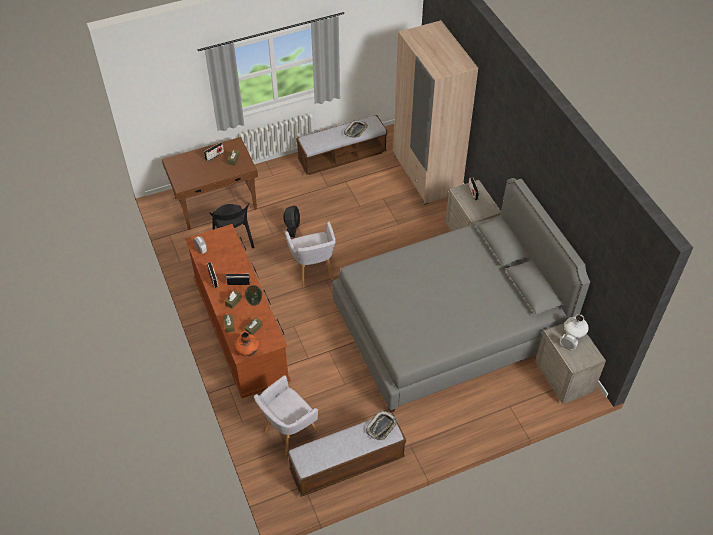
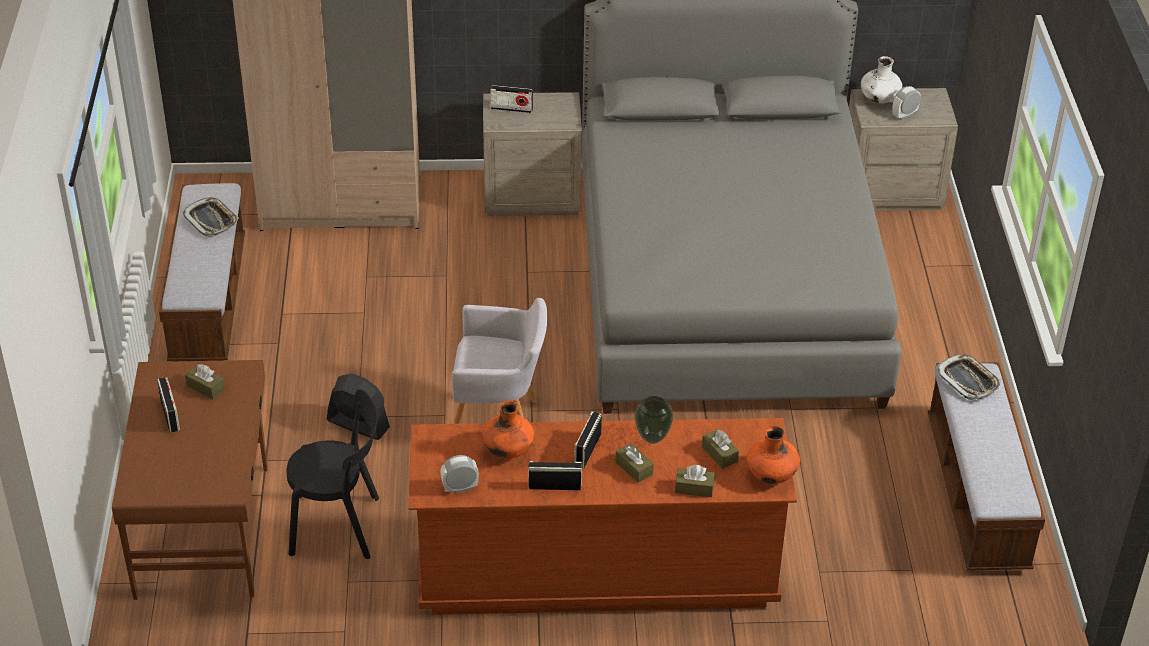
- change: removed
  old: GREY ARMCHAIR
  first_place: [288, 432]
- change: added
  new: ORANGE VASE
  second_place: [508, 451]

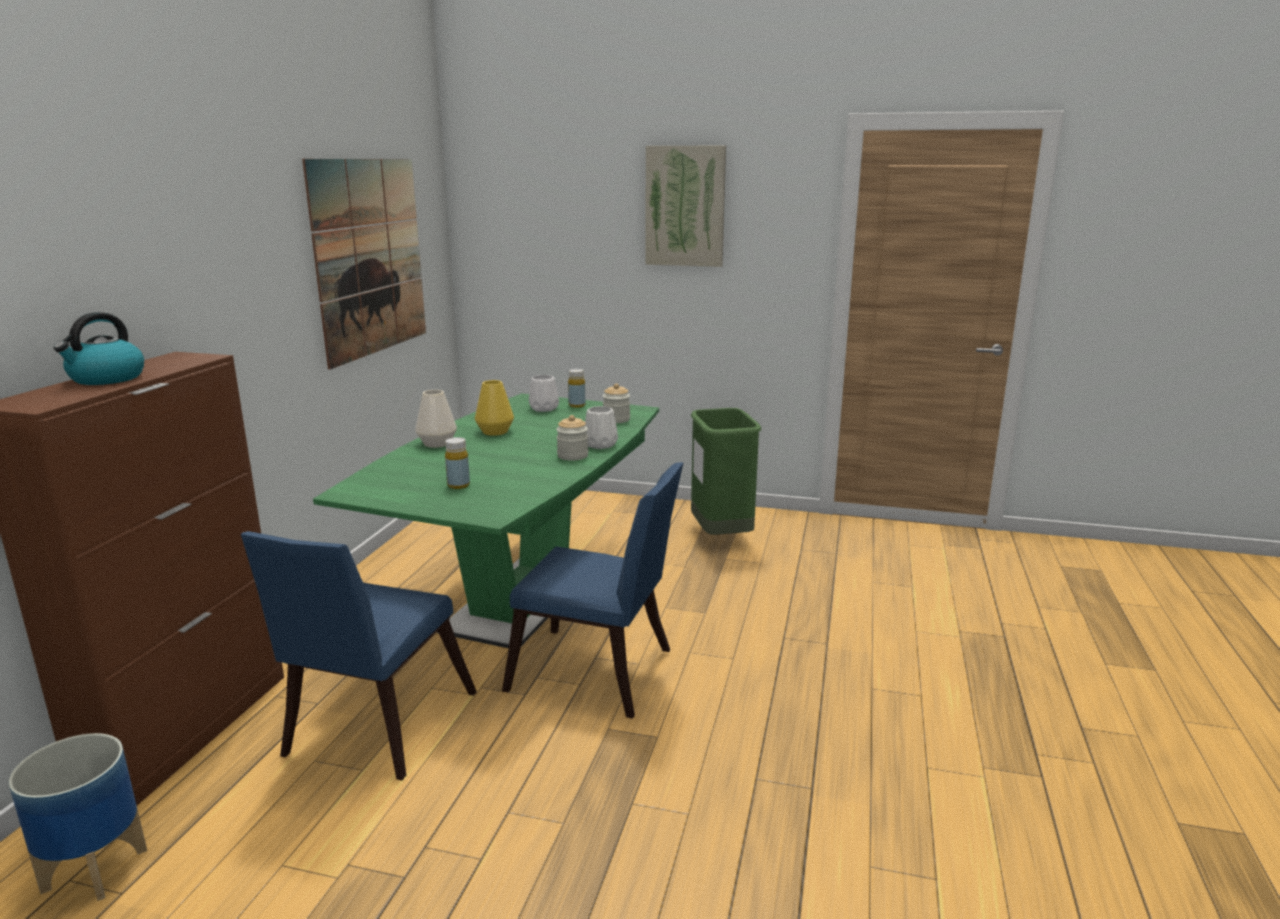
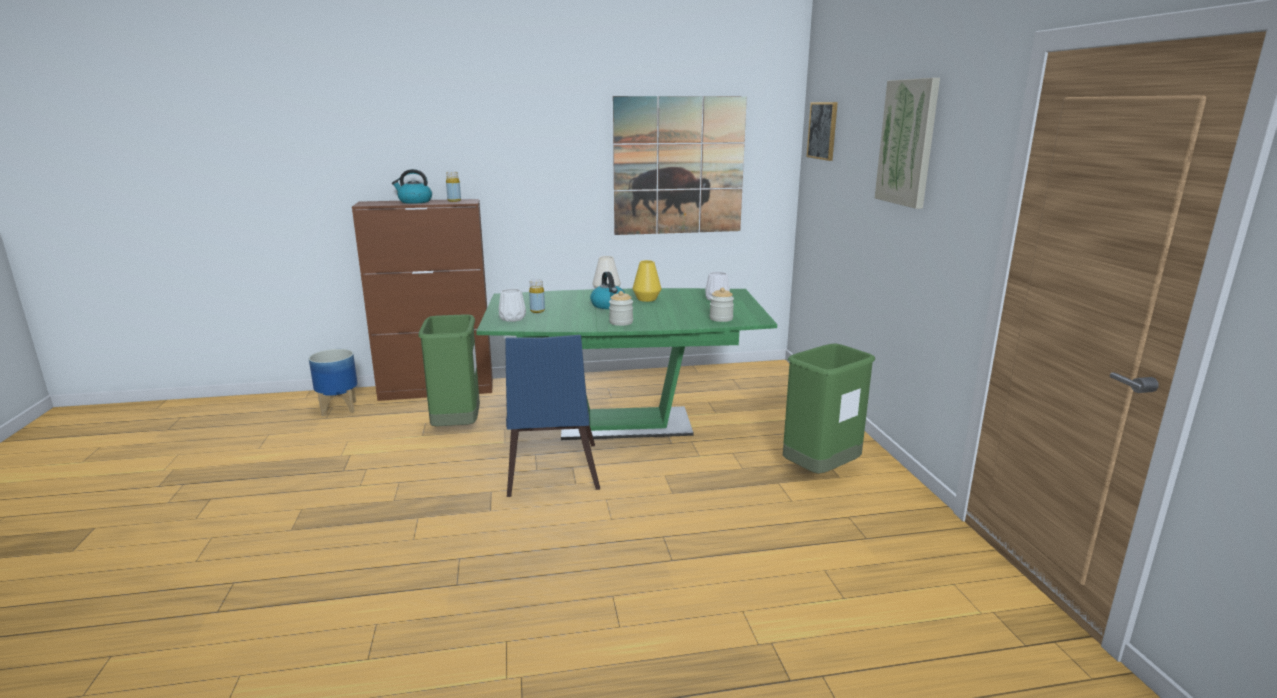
- change: moved
  old: YELLOW BOTTLE
  first_place: [577, 405]
  second_place: [454, 201]
- change: moved
  old: WHITE VASE
  first_place: [600, 445]
  second_place: [511, 318]
- change: replaced
  old: BLUE CHAIR
  new: GREEN TRASH CAN
  first_place: [373, 730]
  second_place: [456, 427]
- change: added
  new: PICTURE
  second_place: [823, 130]
- change: added
  new: KETTLE
  second_place: [608, 305]

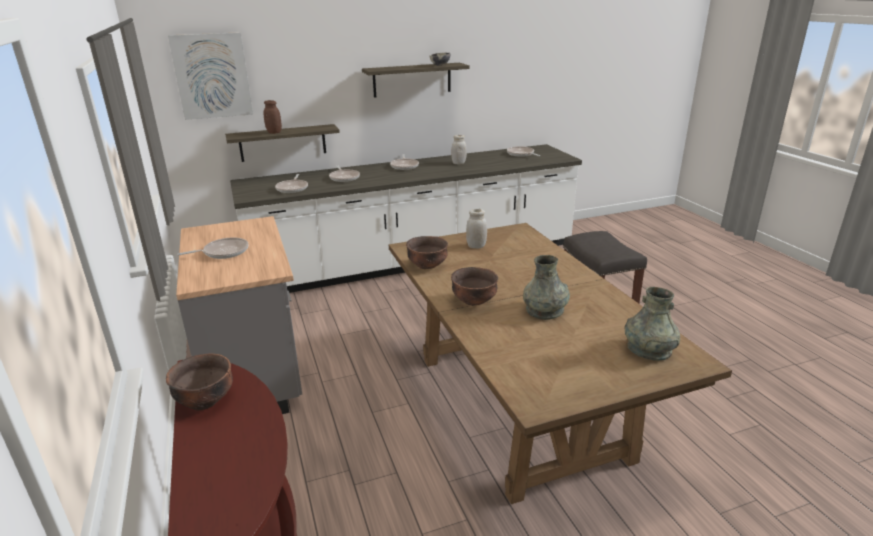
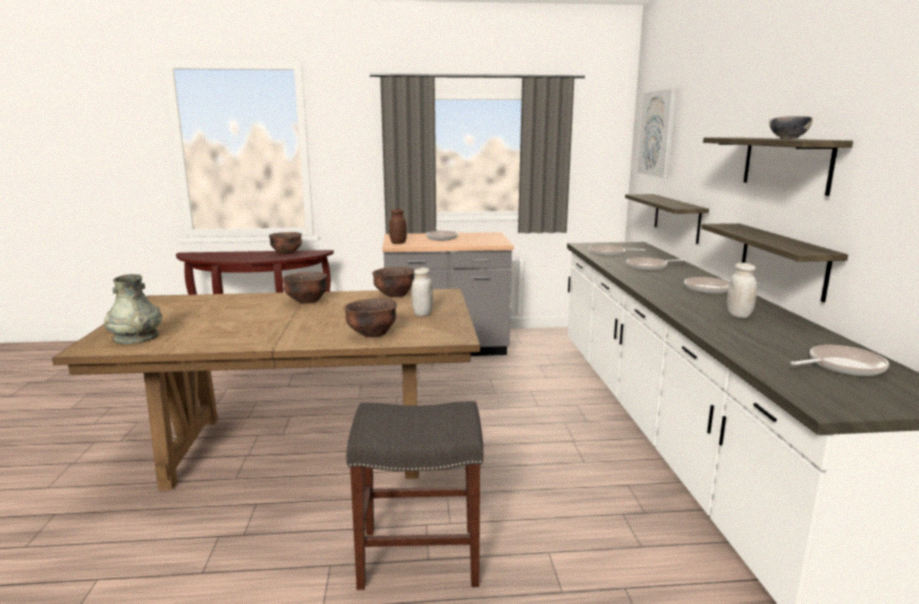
- change: moved
  old: BROWN JAR
  first_place: [274, 132]
  second_place: [398, 243]
- change: removed
  old: GREY VASE
  first_place: [544, 310]
- change: added
  new: SHELF
  second_place: [782, 260]
- change: added
  new: BROWN BOWL
  second_place: [372, 334]

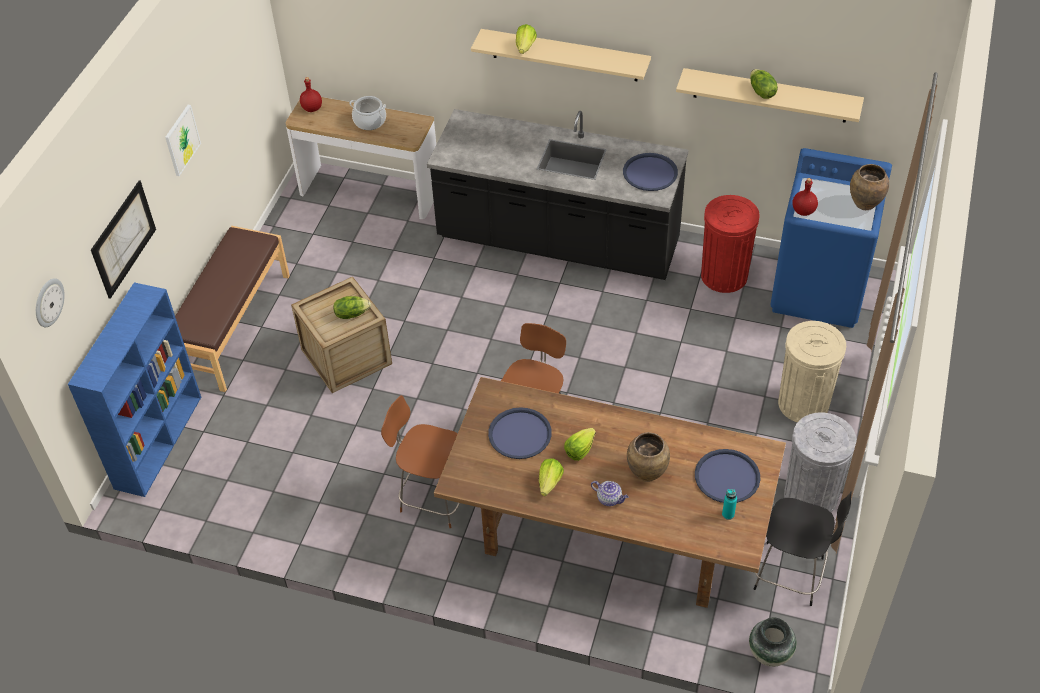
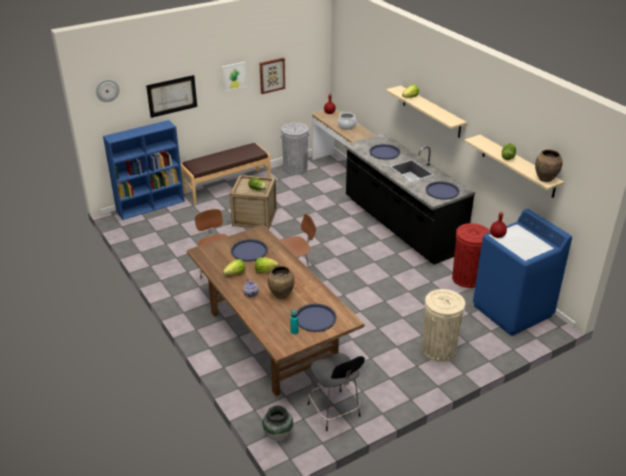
- change: moved
  old: BROWN VASE
  first_place: [864, 204]
  second_place: [545, 179]
- change: moved
  old: GREY TRASH CAN
  first_place: [810, 496]
  second_place: [295, 168]
- change: added
  new: PICTURE
  second_place: [272, 75]
- change: added
  new: BLUE TRAY
  second_place: [384, 152]

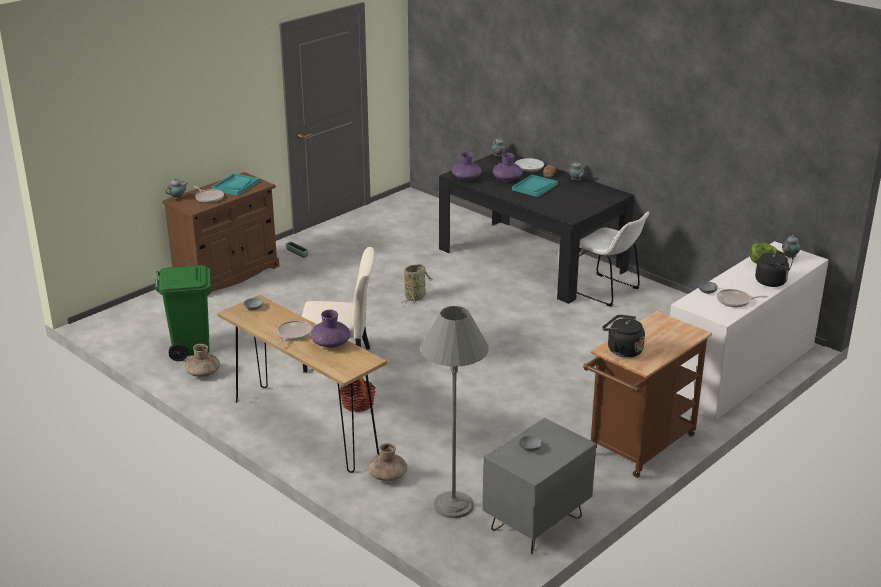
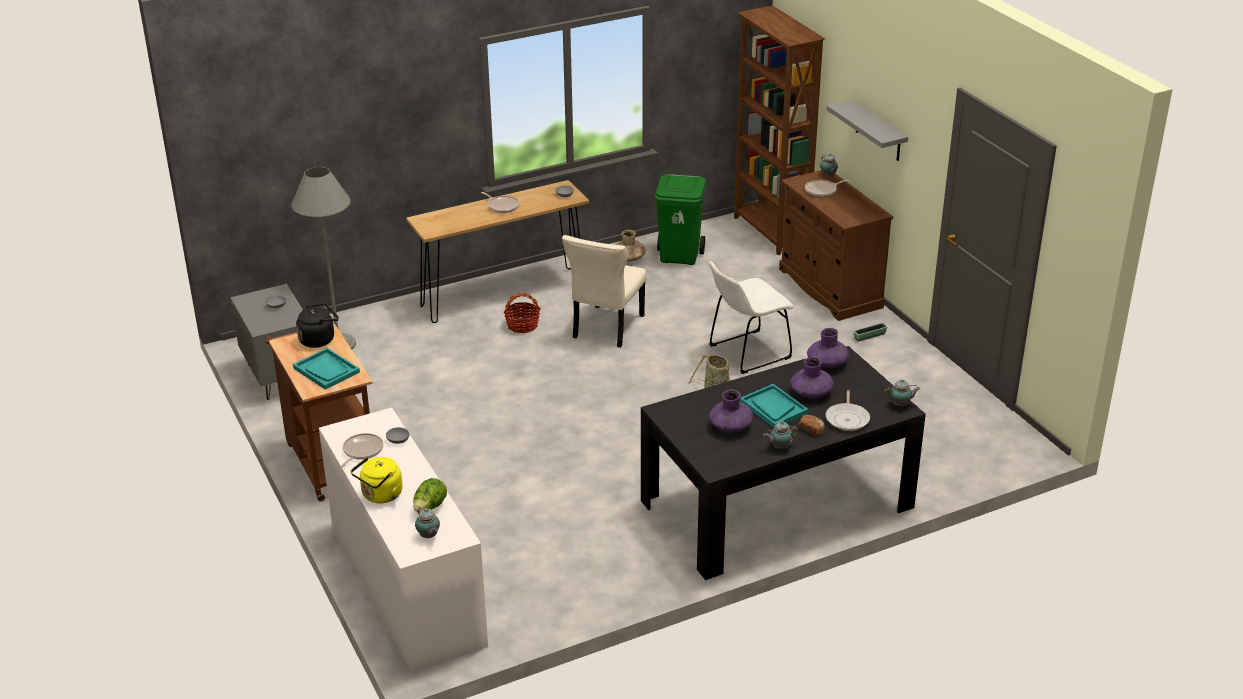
- change: moved
  old: TURQUOISE TRAY
  first_place: [235, 186]
  second_place: [326, 370]
- change: moved
  old: WHITE CHAIR
  first_place: [607, 291]
  second_place: [746, 353]
- change: recoloured
  old: BLACK KETTLE
  new: YELLOW KETTLE
  first_place: [773, 282]
  second_place: [380, 496]
- change: moved
  old: PURPLE VASE
  first_place: [331, 343]
  second_place: [730, 426]
- change: removed
  old: BROWN VASE
  first_place: [387, 475]
- change: added
  new: BROWN BOOKCASE
  second_place: [770, 232]
- change: added
  new: GREY SHELF
  second_place: [878, 131]

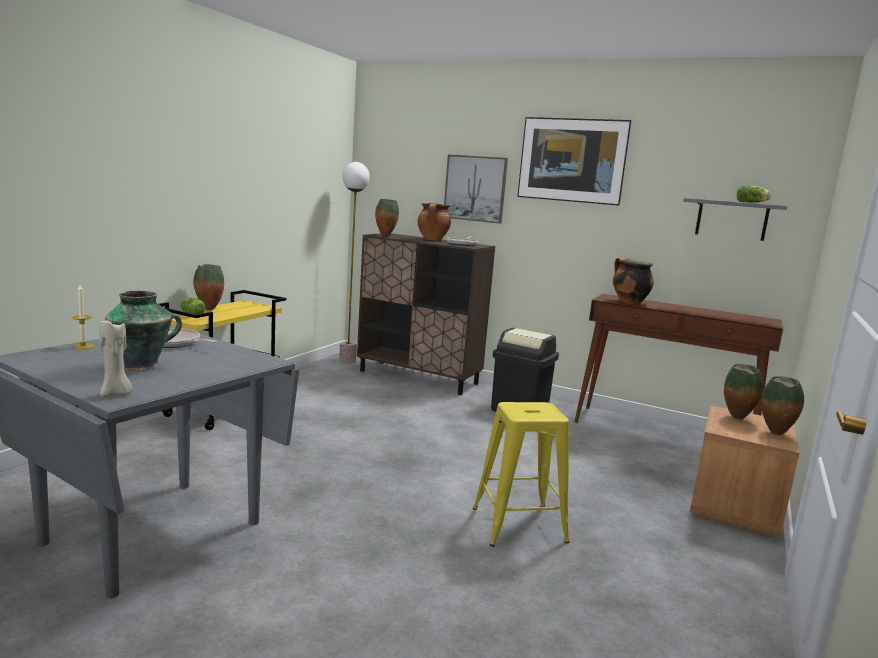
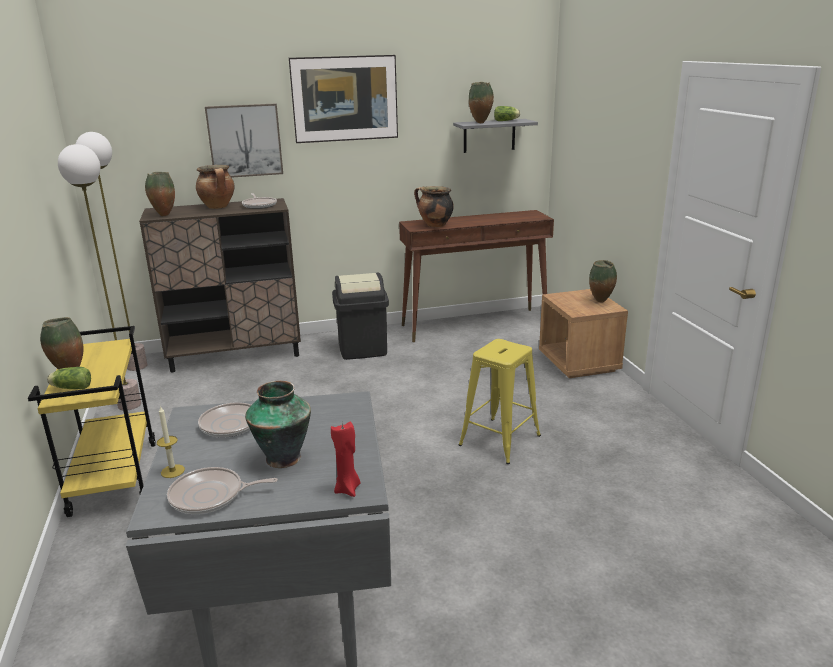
- change: recoloured
  old: BEIGE CANDLE
  new: RED CANDLE
  first_place: [116, 394]
  second_place: [348, 489]
- change: moved
  old: VASE
  first_place: [737, 418]
  second_place: [481, 123]
- change: added
  new: FLOOR LAMP
  second_place: [129, 405]
- change: added
  new: FRYING PAN
  second_place: [210, 496]

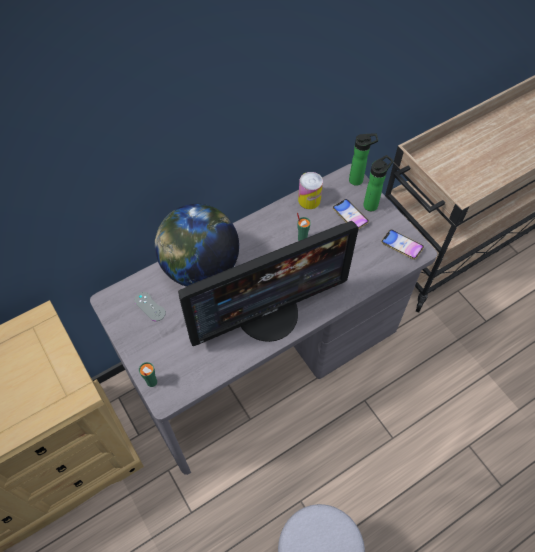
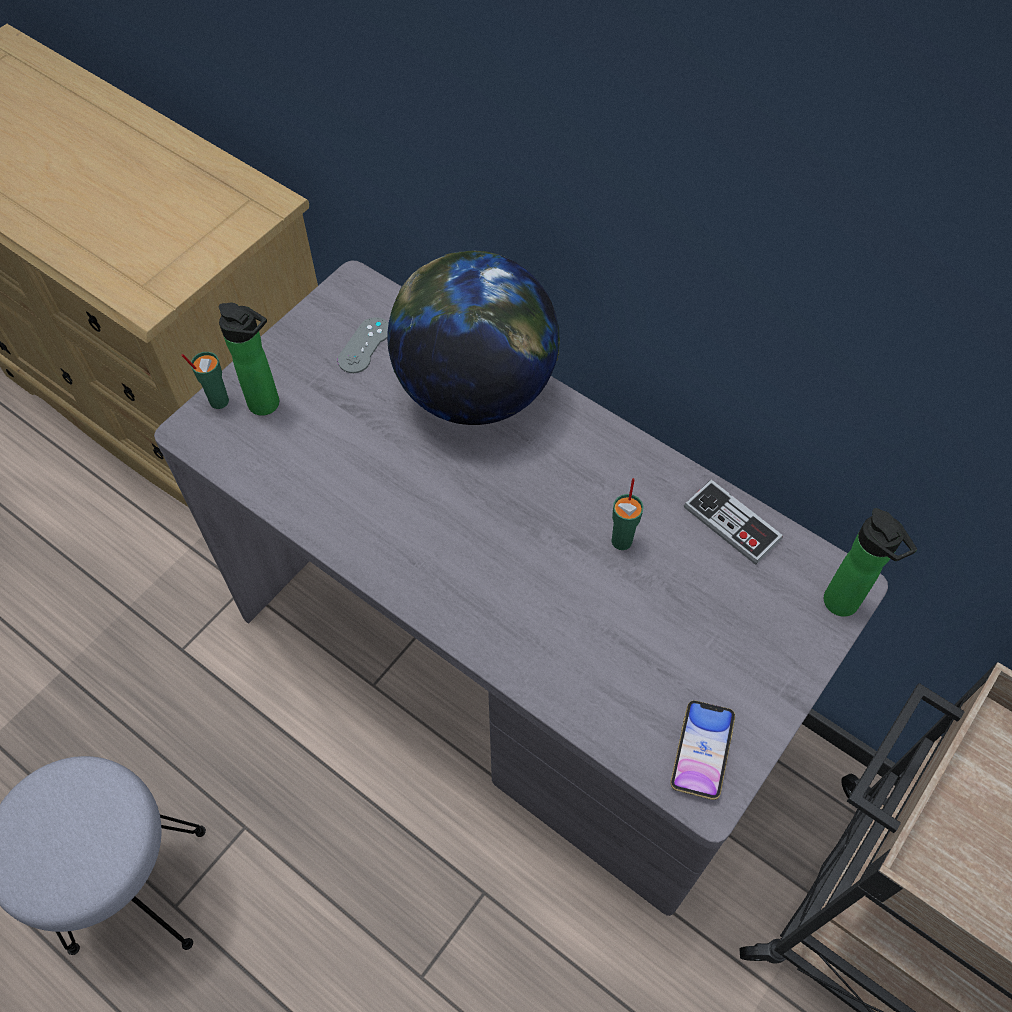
- change: moved
  old: BOTTLE
  first_place: [372, 204]
  second_place: [268, 405]
- change: replaced
  old: CAN
  new: GAME CONTROLLER
  first_place: [309, 200]
  second_place: [732, 523]
- change: removed
  old: PHONE
  first_place: [350, 216]
- change: removed
  old: MONITOR
  first_place: [268, 313]

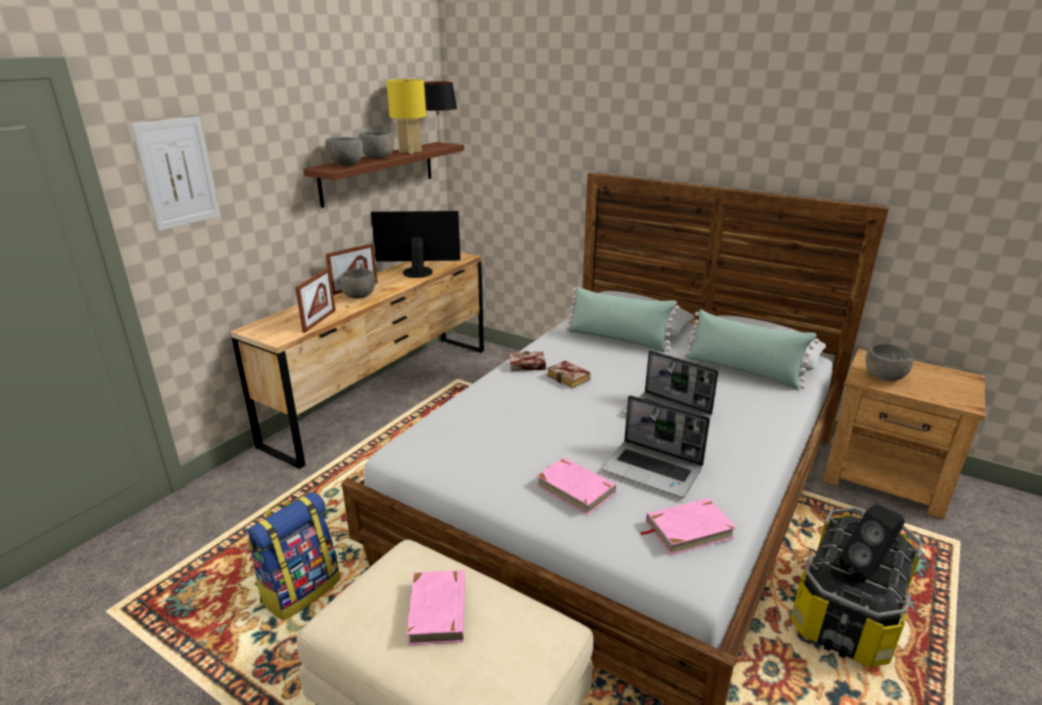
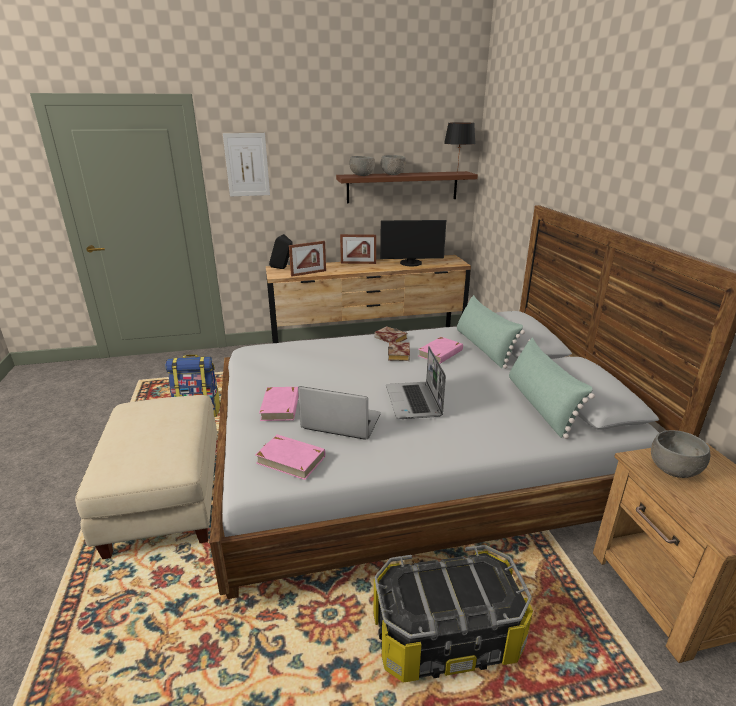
- change: removed
  old: YELLOW TABLE LAMP
  first_place: [410, 152]
- change: turned
  old: MONITOR
  first_place: [418, 271]
  second_place: [411, 264]
  degrees: 135
- change: removed
  old: GREY BOWL
  first_place: [359, 296]
- change: turned
  old: LAPTOP
  first_place: [653, 470]
  second_place: [340, 423]
  degrees: 120
- change: moved
  old: BLACK SPEAKER
  first_place: [866, 571]
  second_place: [283, 269]
- change: moved
  old: PINK BOOK
  first_place: [438, 610]
  second_place: [440, 353]

